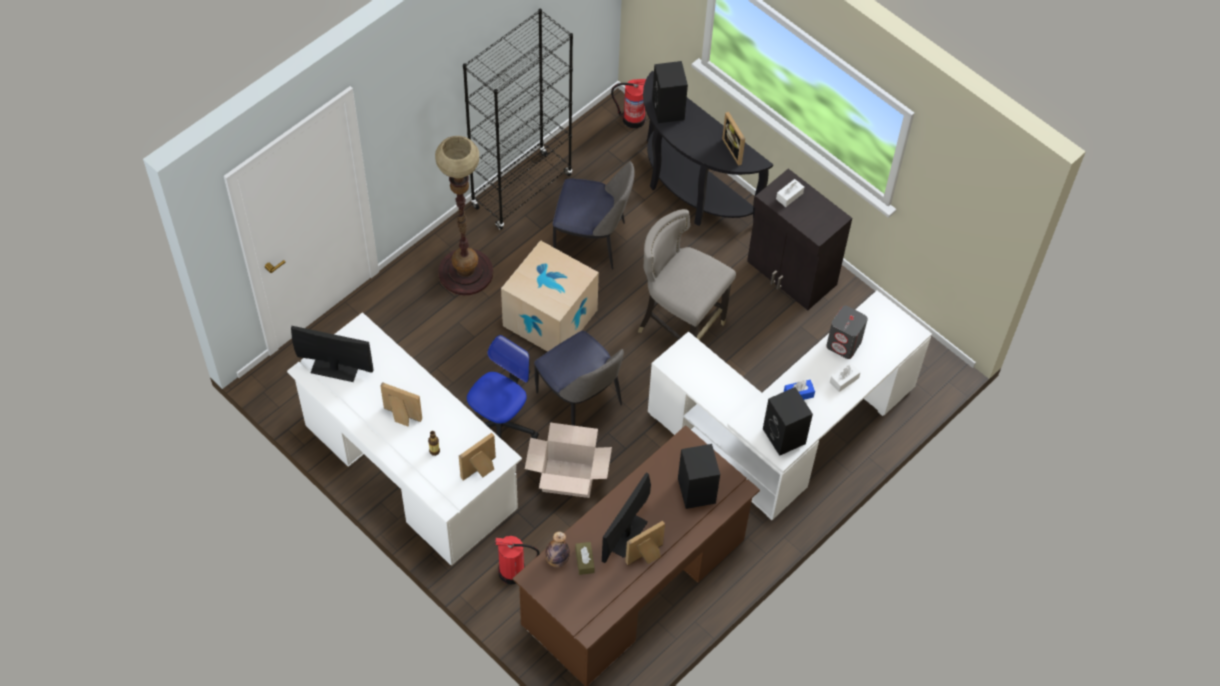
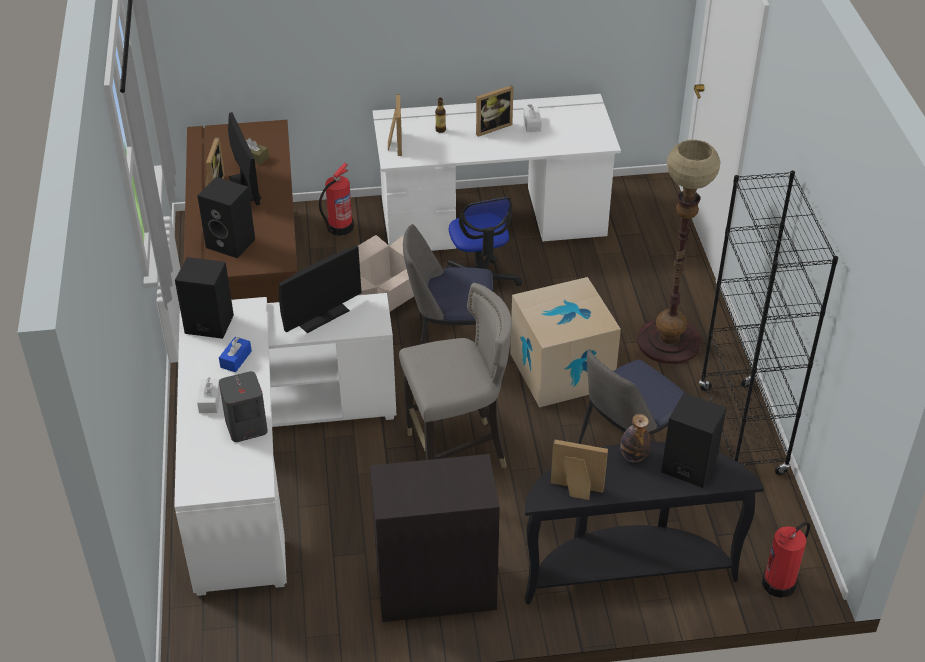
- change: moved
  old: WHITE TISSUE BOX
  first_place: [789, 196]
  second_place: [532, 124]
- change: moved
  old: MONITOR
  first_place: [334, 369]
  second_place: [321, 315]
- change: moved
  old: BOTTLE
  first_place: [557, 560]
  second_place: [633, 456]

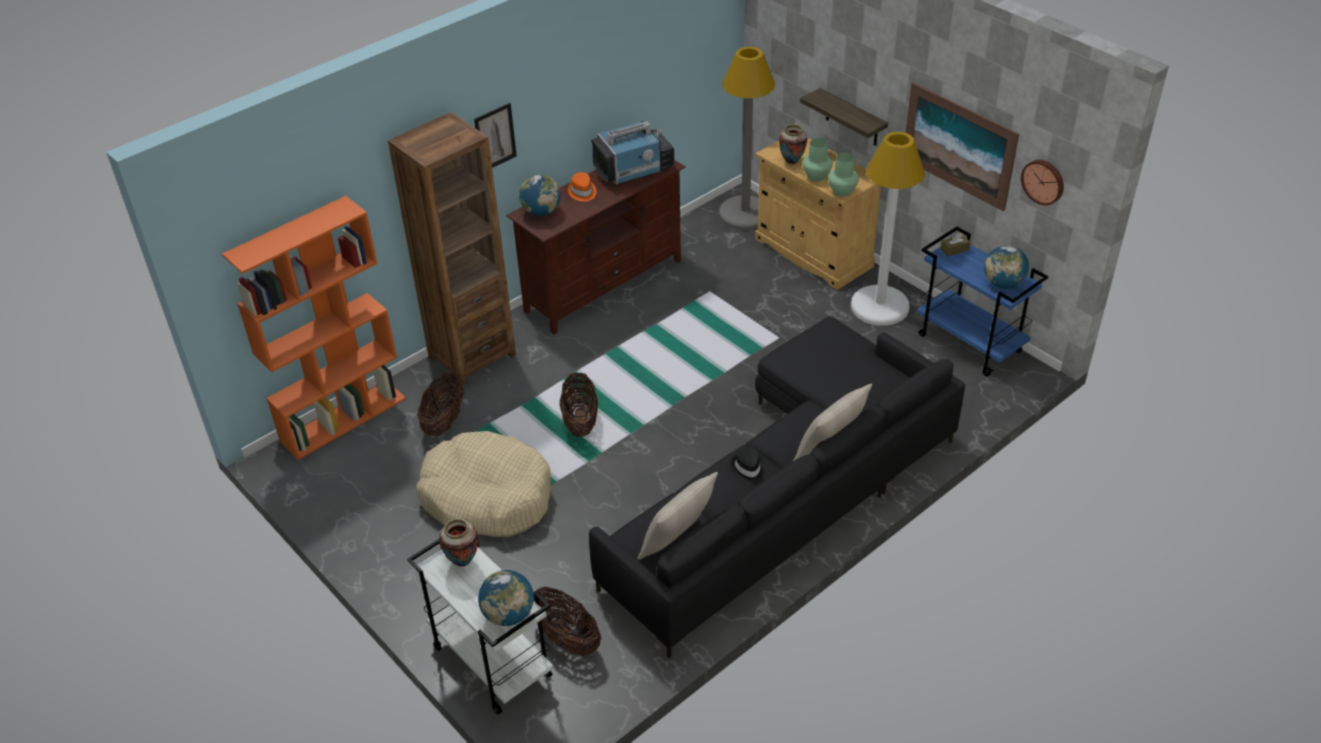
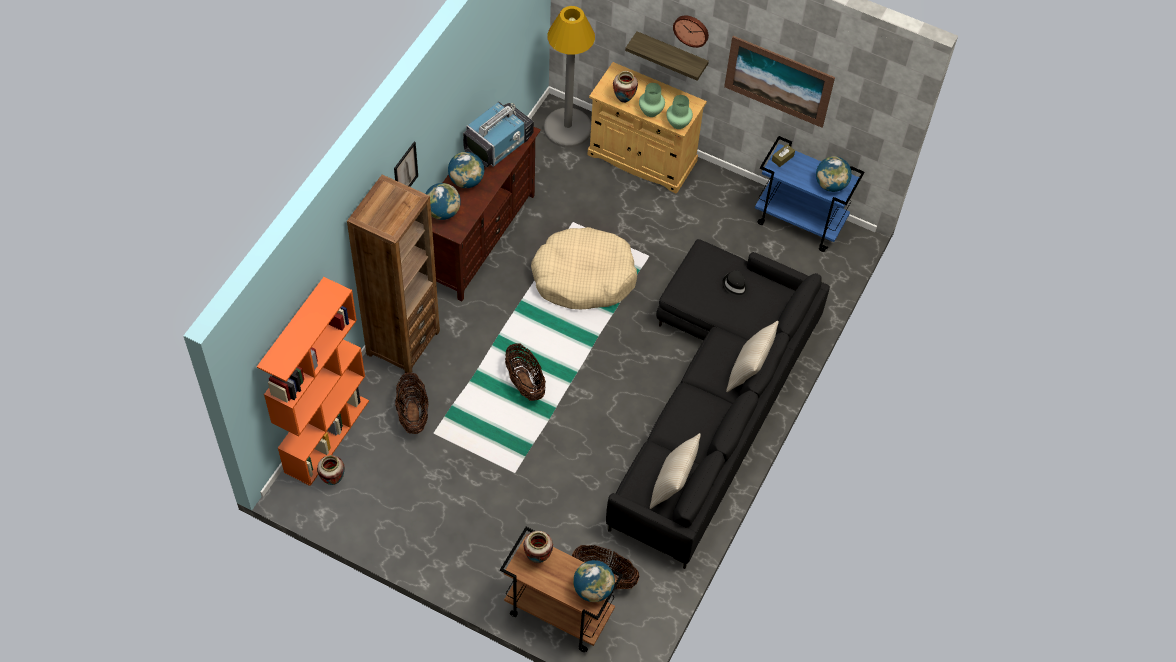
- change: removed
  old: WHITE FLOOR LAMP
  first_place: [879, 306]
- change: moved
  old: WALL CLOCK
  first_place: [1043, 181]
  second_place: [691, 30]
- change: replaced
  old: ORANGE HAT
  new: GLOBE
  first_place: [582, 192]
  second_place: [466, 181]
- change: moved
  old: BEIGE DOG BED
  first_place: [487, 496]
  second_place: [583, 277]
- change: moved
  old: BLACK HAT
  first_place: [748, 469]
  second_place: [735, 286]
- change: recoloured
  old: WHITE CART
  new: BROWN CART
  first_place: [491, 661]
  second_place: [558, 613]
- change: added
  new: VASE
  second_place: [333, 480]

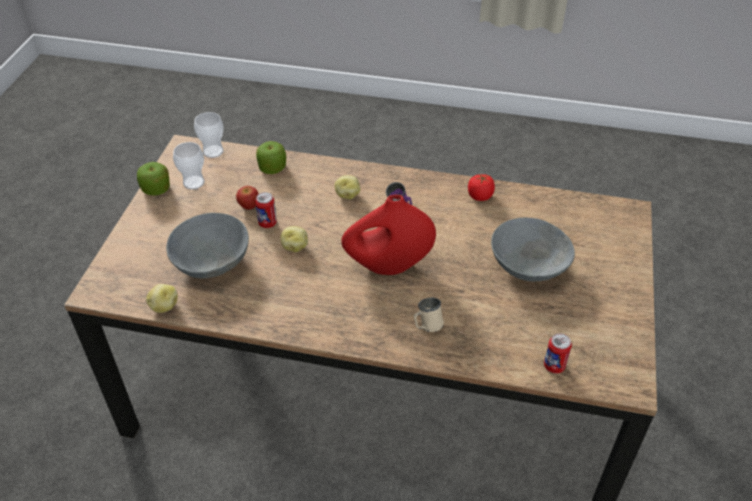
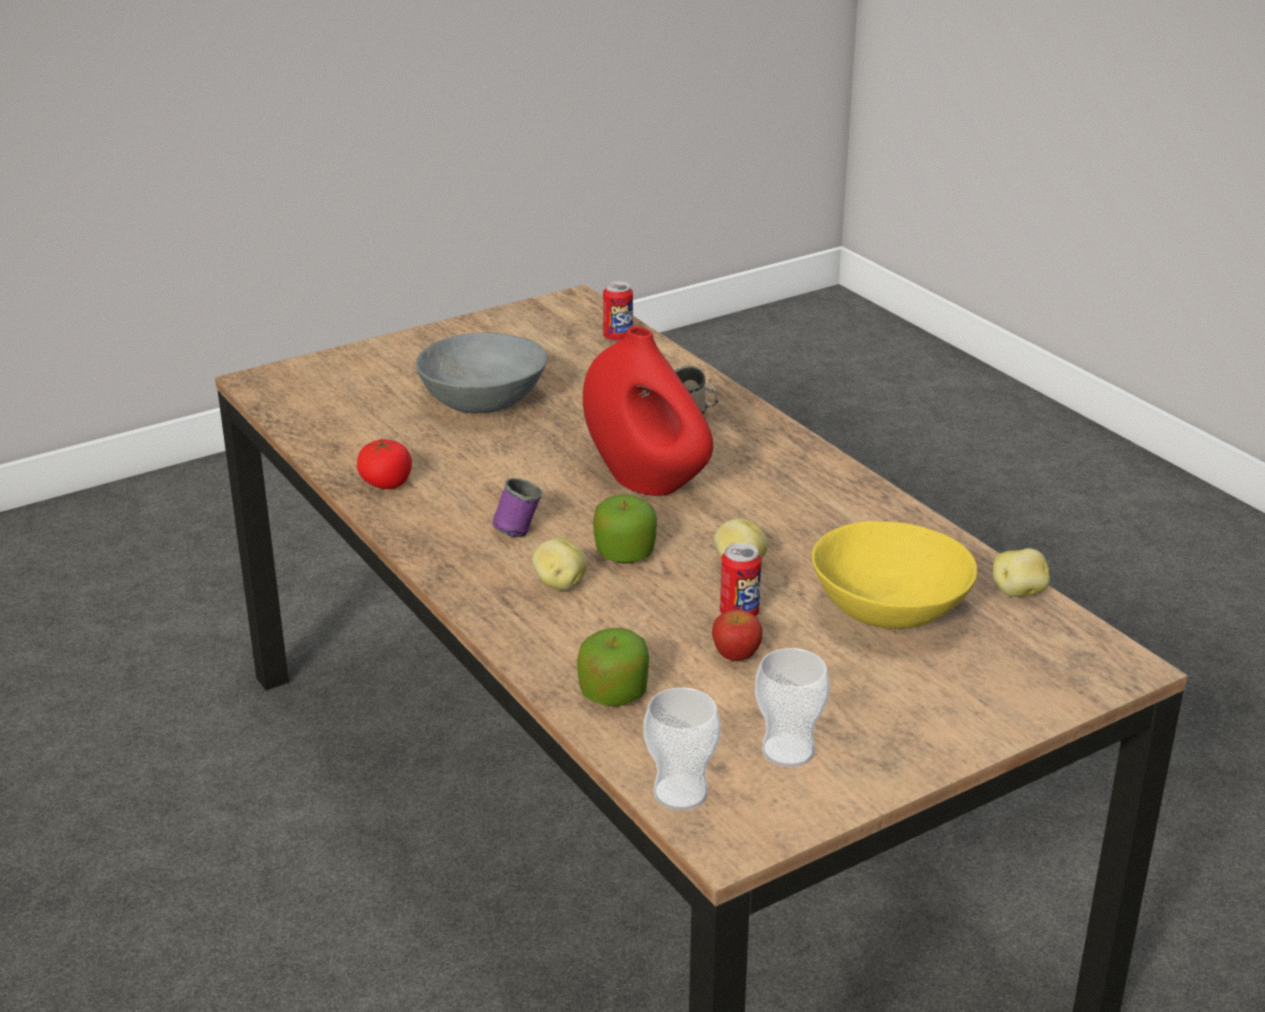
- change: moved
  old: APPLE
  first_place: [156, 189]
  second_place: [625, 553]
- change: recoloured
  old: GREY BOWL
  new: YELLOW BOWL
  first_place: [211, 260]
  second_place: [888, 611]

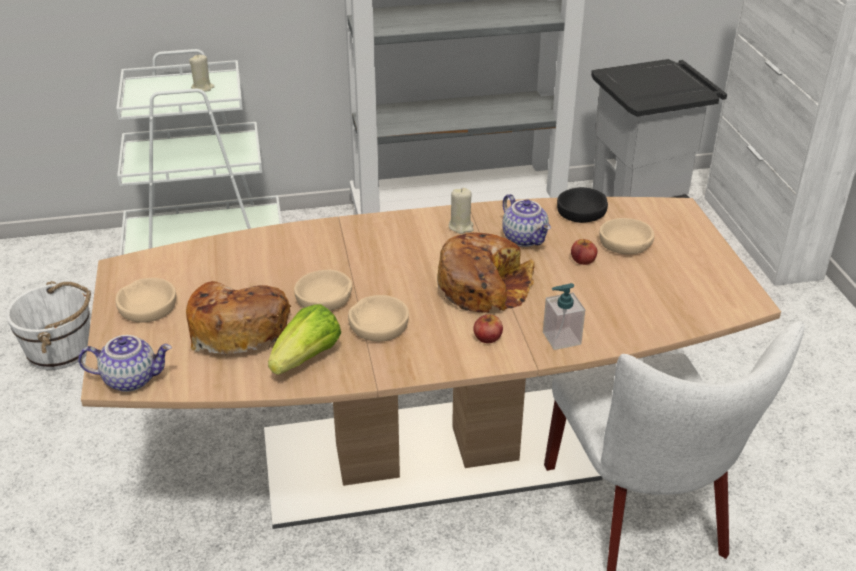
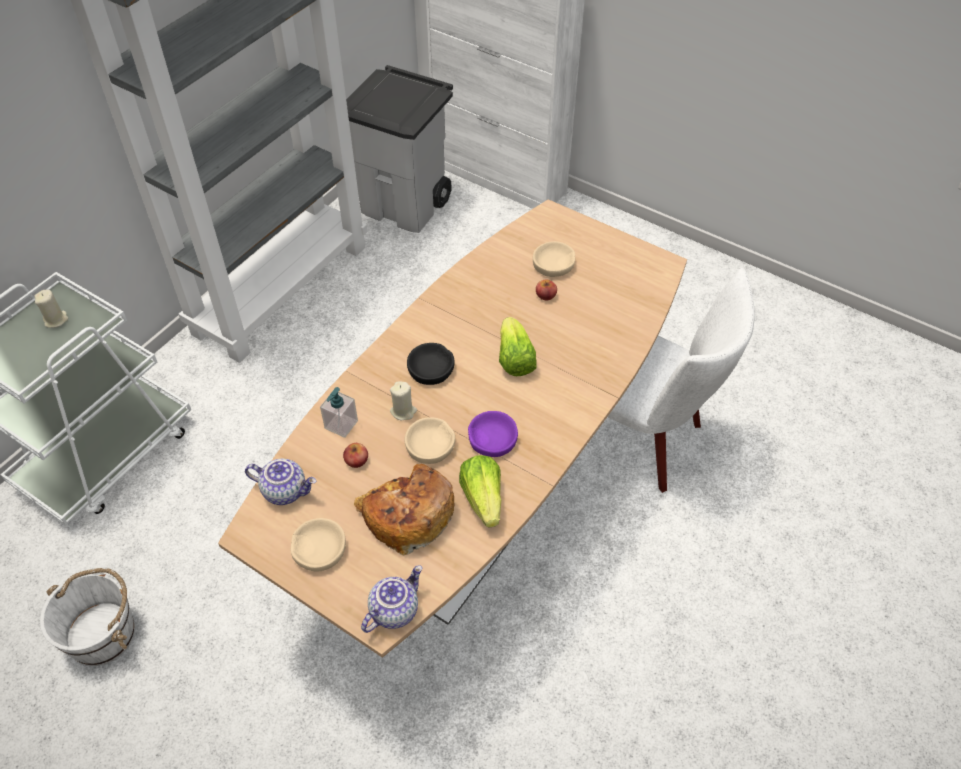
- change: moved
  old: BLACK BOWL
  first_place: [581, 211]
  second_place: [431, 368]
- change: moved
  old: BEIGE CANDLE
  first_place: [461, 226]
  second_place: [403, 411]
- change: moved
  old: TEAPOT
  first_place: [525, 238]
  second_place: [285, 490]
- change: replaced
  old: BREAD
  new: LETTUCE
  first_place: [483, 286]
  second_place: [514, 359]
- change: moved
  old: SOAP DISPENSER
  first_place: [561, 338]
  second_place: [341, 425]
- change: recoloured
  old: BEIGE BOWL
  new: PURPLE BOWL
  first_place: [378, 325]
  second_place: [492, 439]
- change: moved
  old: APPLE
  first_place: [487, 337]
  second_place: [356, 460]

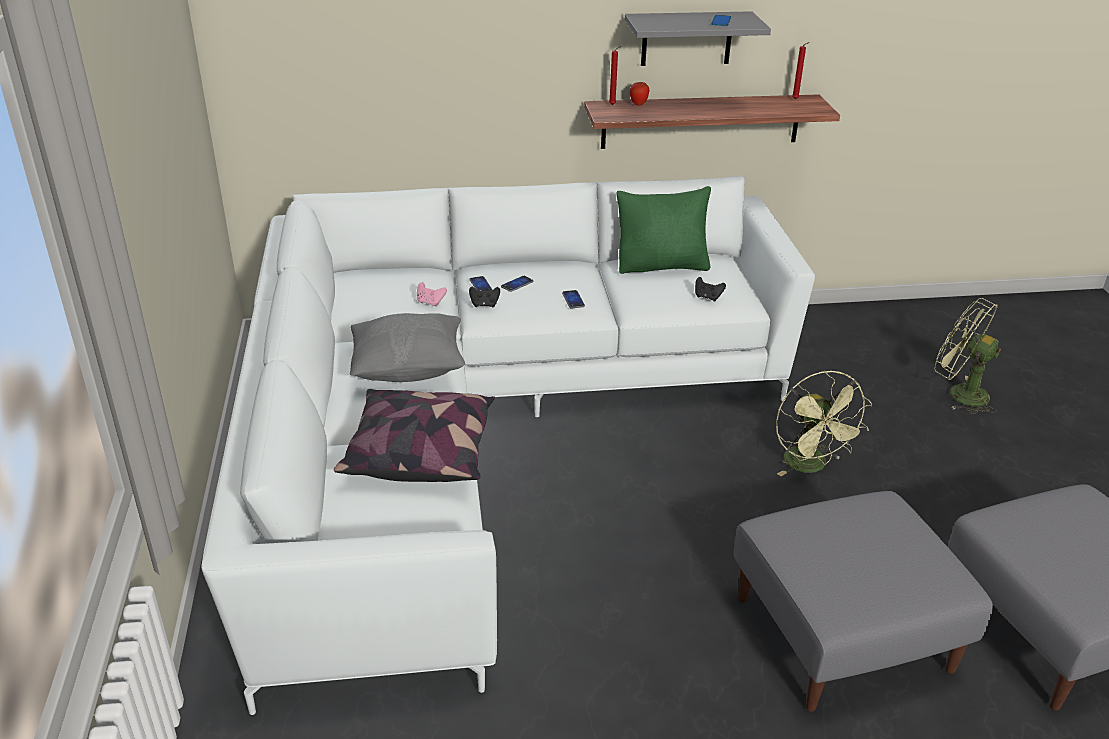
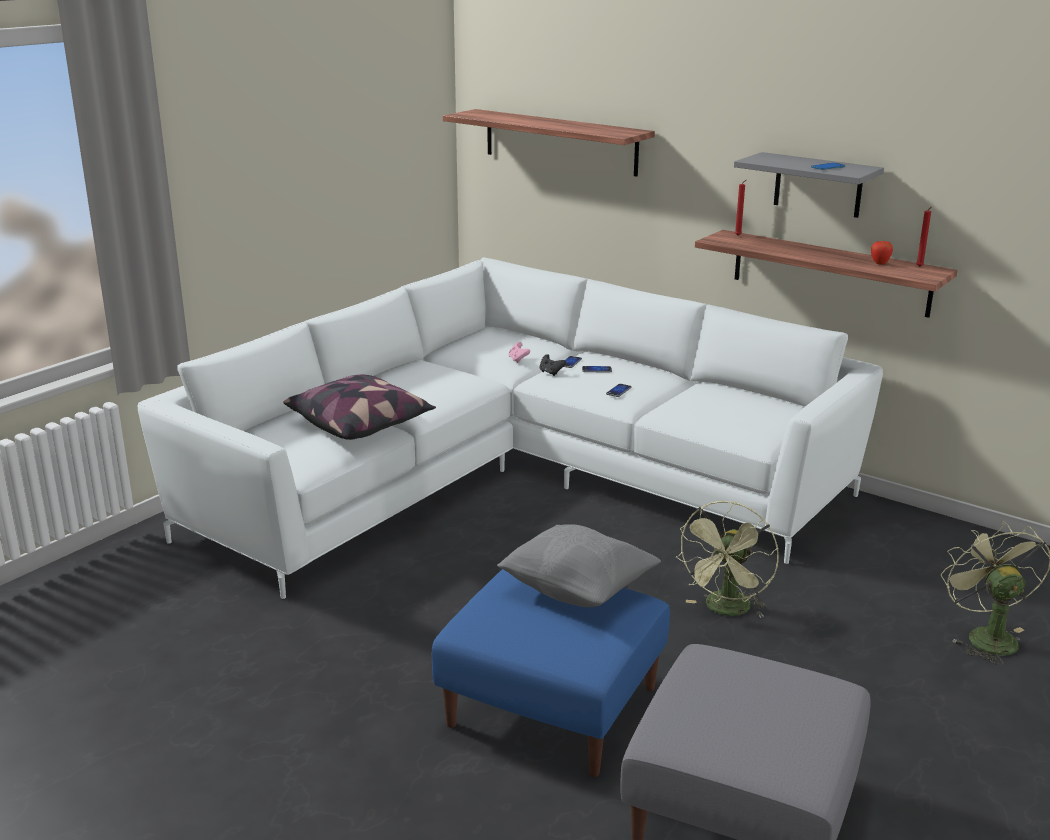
- change: moved
  old: APPLE
  first_place: [638, 104]
  second_place: [880, 263]
- change: removed
  old: GREEN PILLOW
  first_place: [662, 266]
- change: removed
  old: BLACK GAME CONTROLLER
  first_place: [707, 297]
- change: moved
  old: GREY PILLOW
  first_place: [409, 369]
  second_place: [577, 591]
- change: recoloured
  old: GREY OTTOMAN
  new: BLUE OTTOMAN
  first_place: [843, 632]
  second_place: [554, 706]
- change: added
  new: SHELF
  second_place: [560, 142]

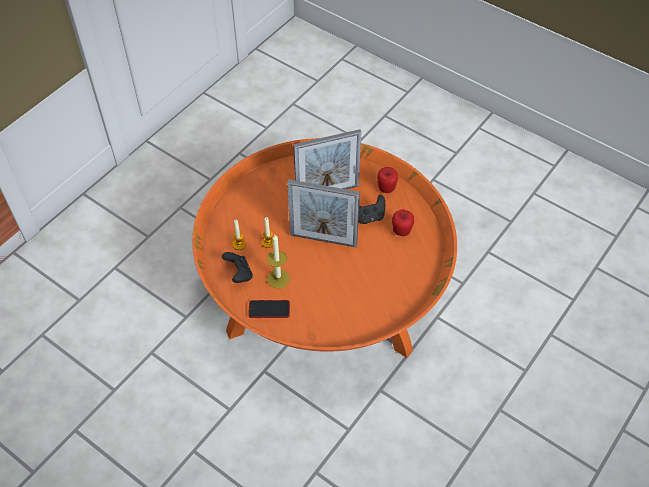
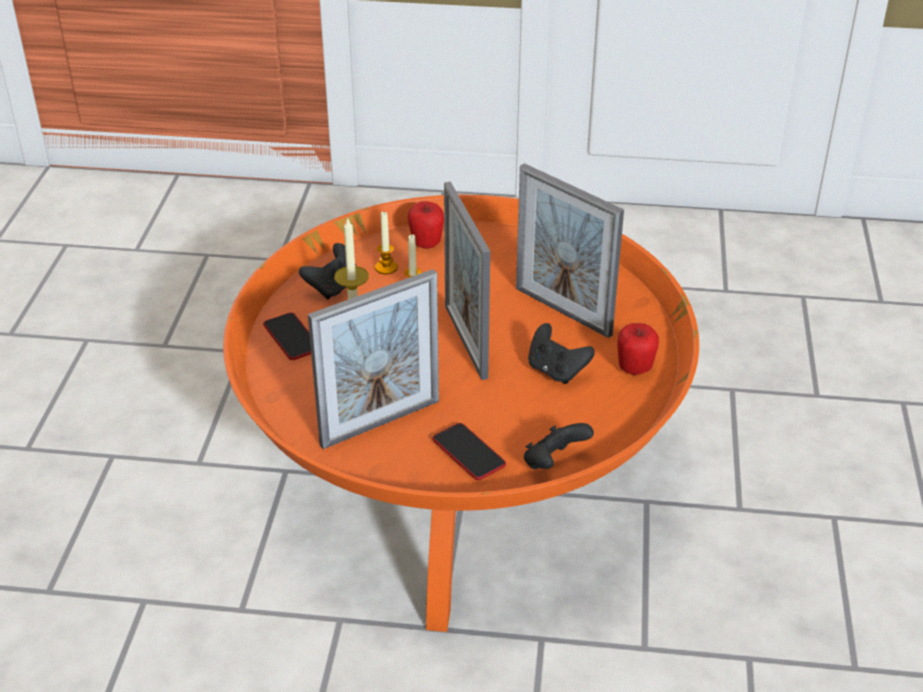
- change: moved
  old: APPLE
  first_place: [401, 231]
  second_place: [426, 244]
- change: added
  new: PICTURE FRAME
  second_place: [380, 423]
- change: added
  new: PHONE
  second_place: [468, 452]
- change: added
  new: BLACK GAME CONTROLLER
  second_place: [553, 463]

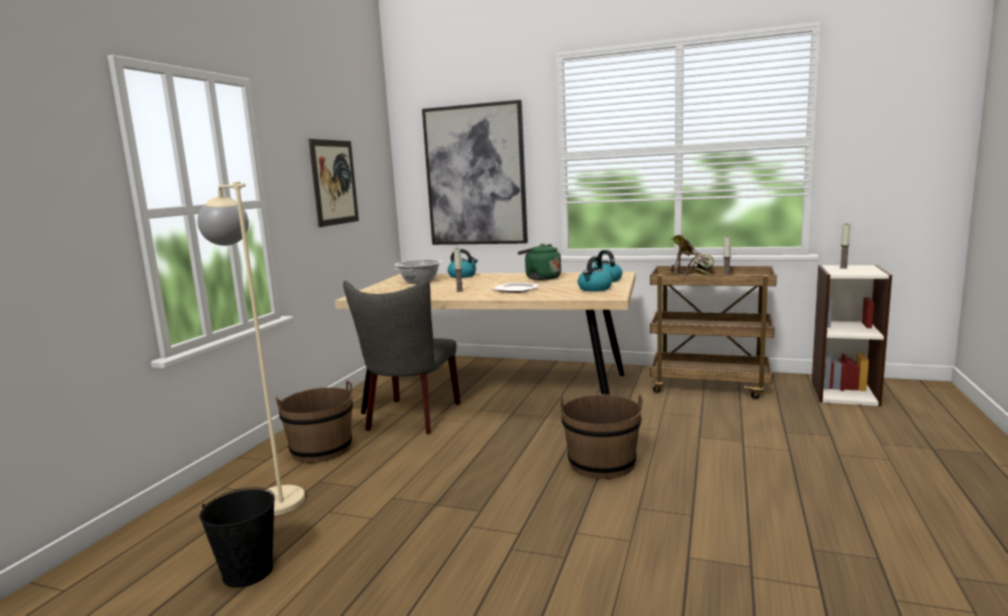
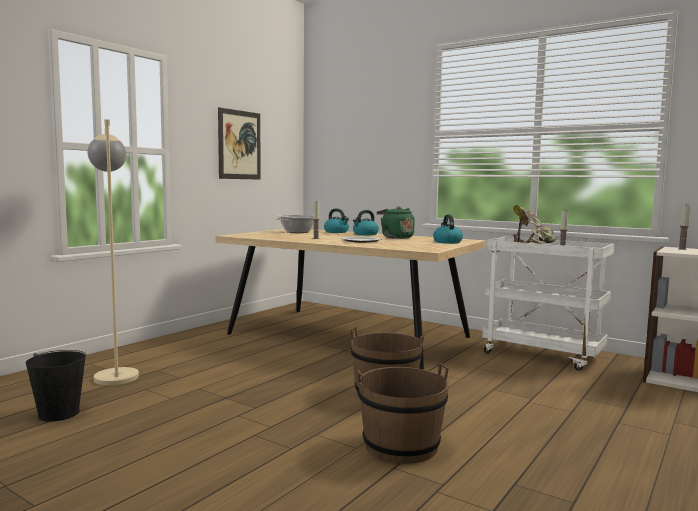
- change: removed
  old: PICTURE
  first_place: [475, 175]
- change: moved
  old: KETTLE
  first_place: [594, 289]
  second_place: [365, 234]
- change: recoloured
  old: BROWN CART
  new: WHITE CART
  first_place: [710, 386]
  second_place: [543, 355]
- change: removed
  old: GREY CHAIR
  first_place: [410, 418]
- change: moved
  old: BROWN BUCKET
  first_place: [321, 450]
  second_place: [401, 446]

